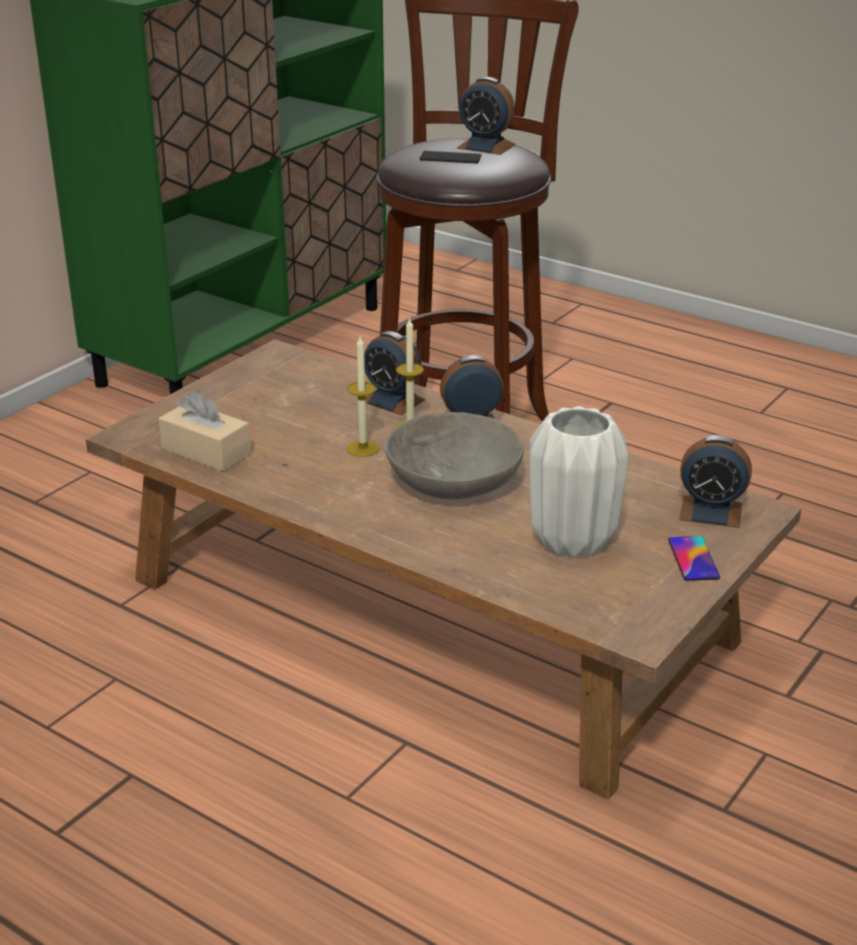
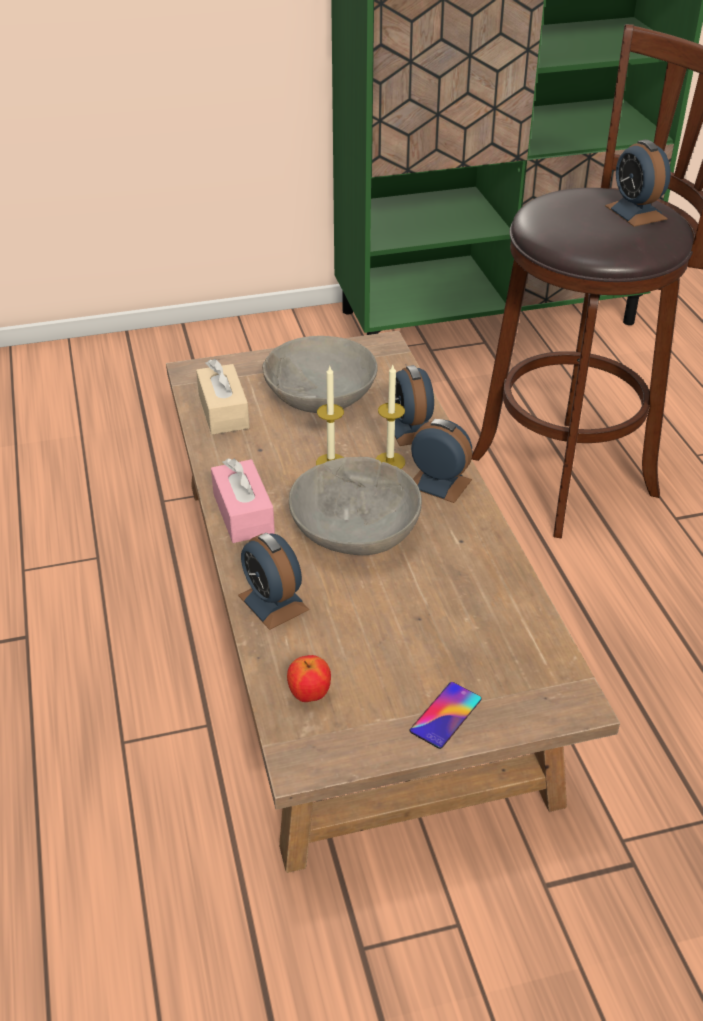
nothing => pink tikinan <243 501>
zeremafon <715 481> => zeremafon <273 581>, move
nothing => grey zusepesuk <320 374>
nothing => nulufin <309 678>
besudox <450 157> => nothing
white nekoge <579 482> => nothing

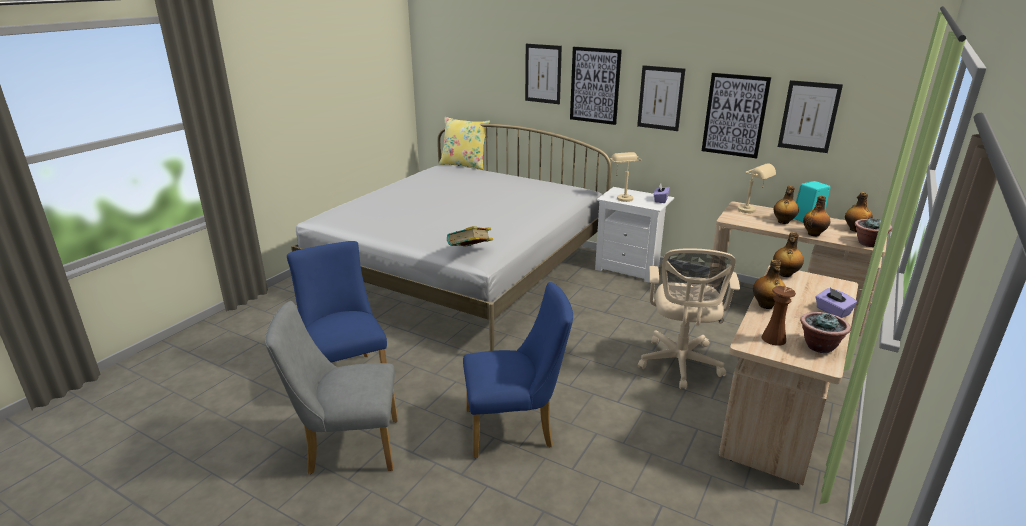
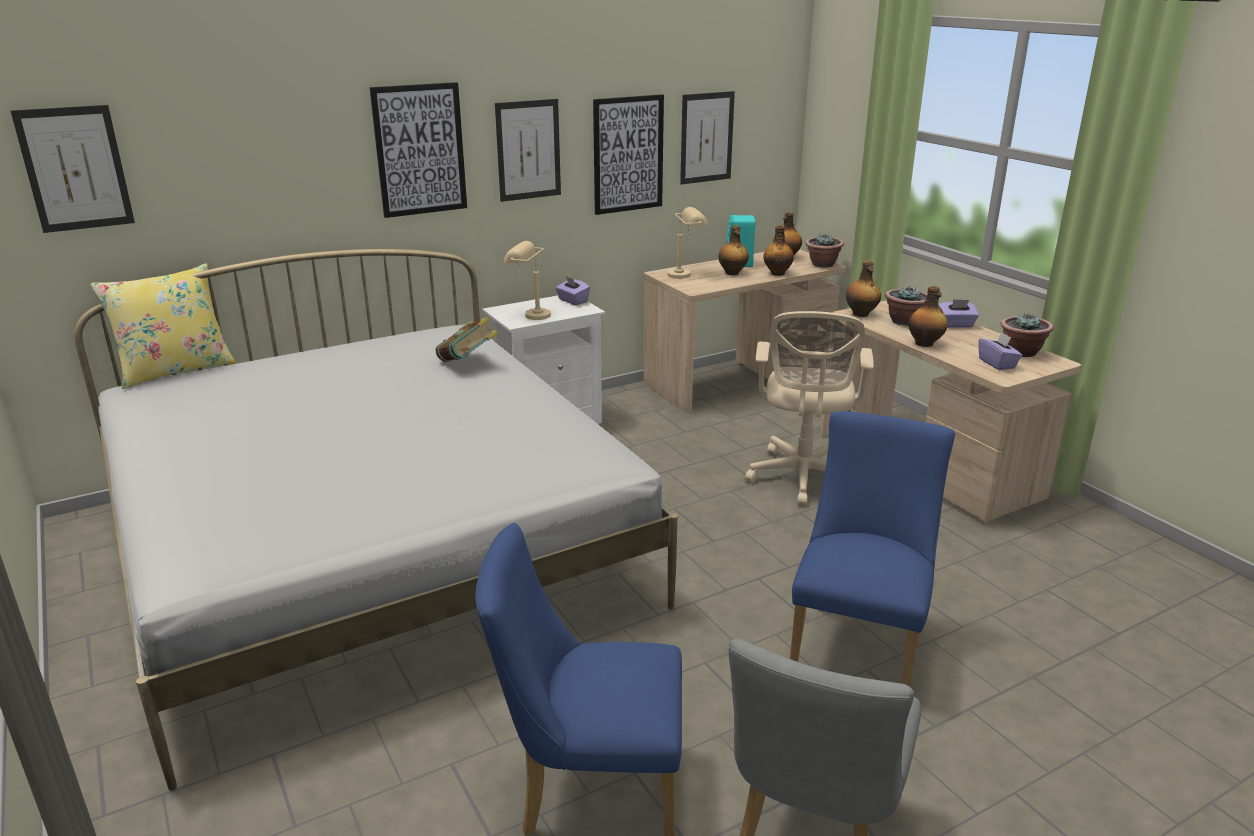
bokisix <543 74> => bokisix <73 169>, move
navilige <470 236> => navilige <466 339>, move
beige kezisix <689 319> => beige kezisix <809 408>, 60 degrees clockwise
nothing => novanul <906 305>
brown nekoge <778 316> => purple tikinan <1000 351>

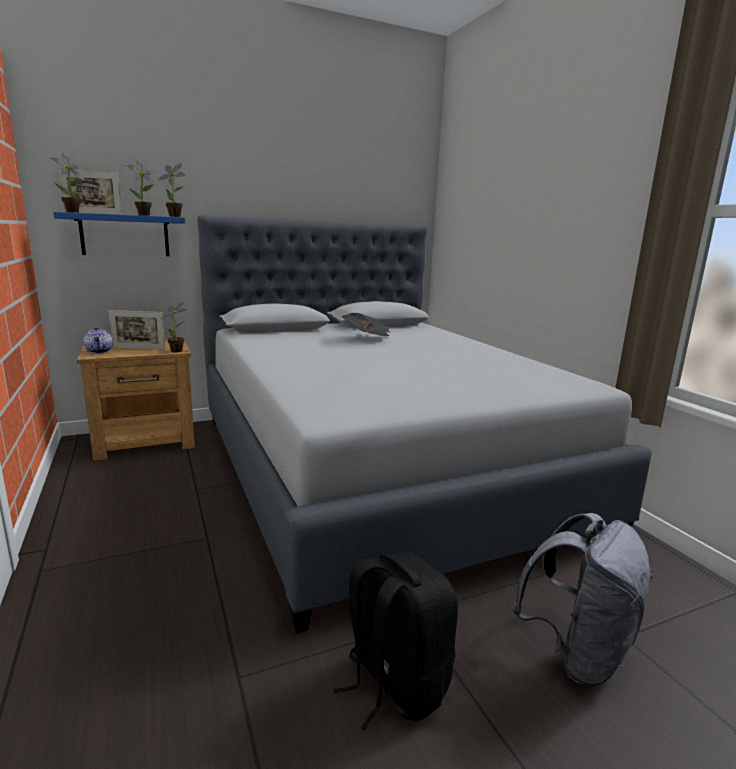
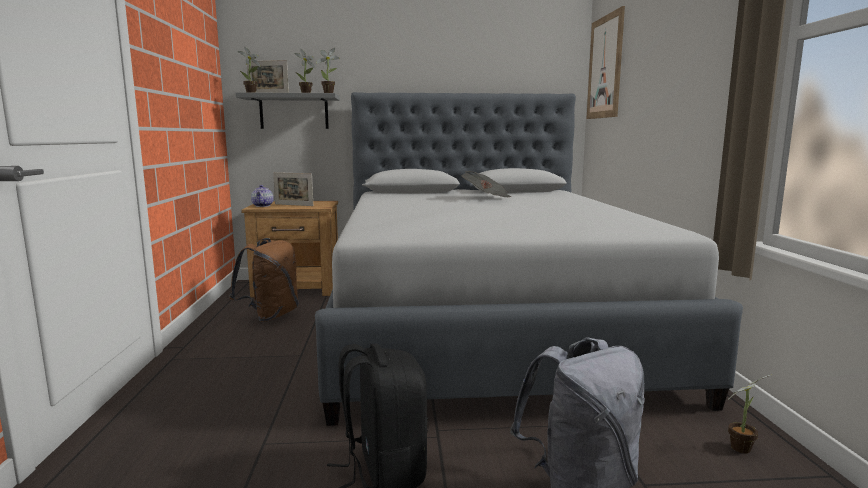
nothing => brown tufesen <264 280>
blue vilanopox <119 234> => grey vilanopox <288 110>
nothing => bokisix <606 62>
novanul <173 327> => novanul <749 414>, move

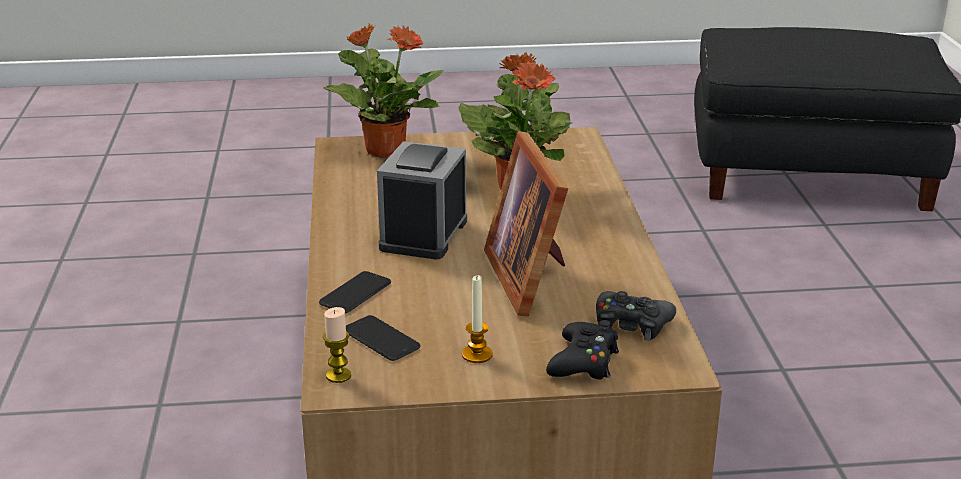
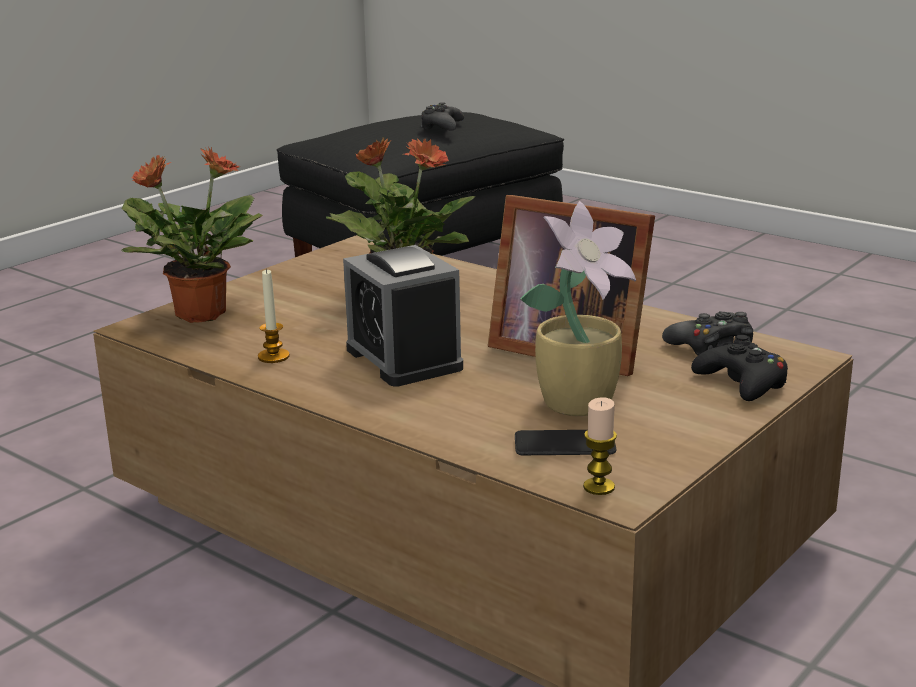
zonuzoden <477 319> => zonuzoden <274 315>, move
nothing => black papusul <442 116>
nothing => novanul <578 308>
besudox <355 292> => nothing

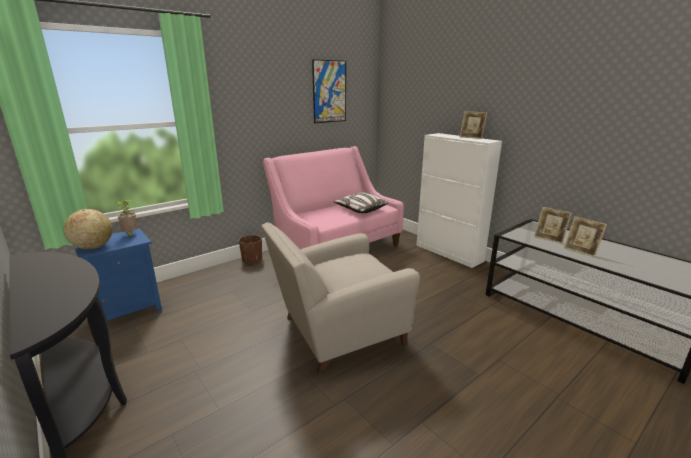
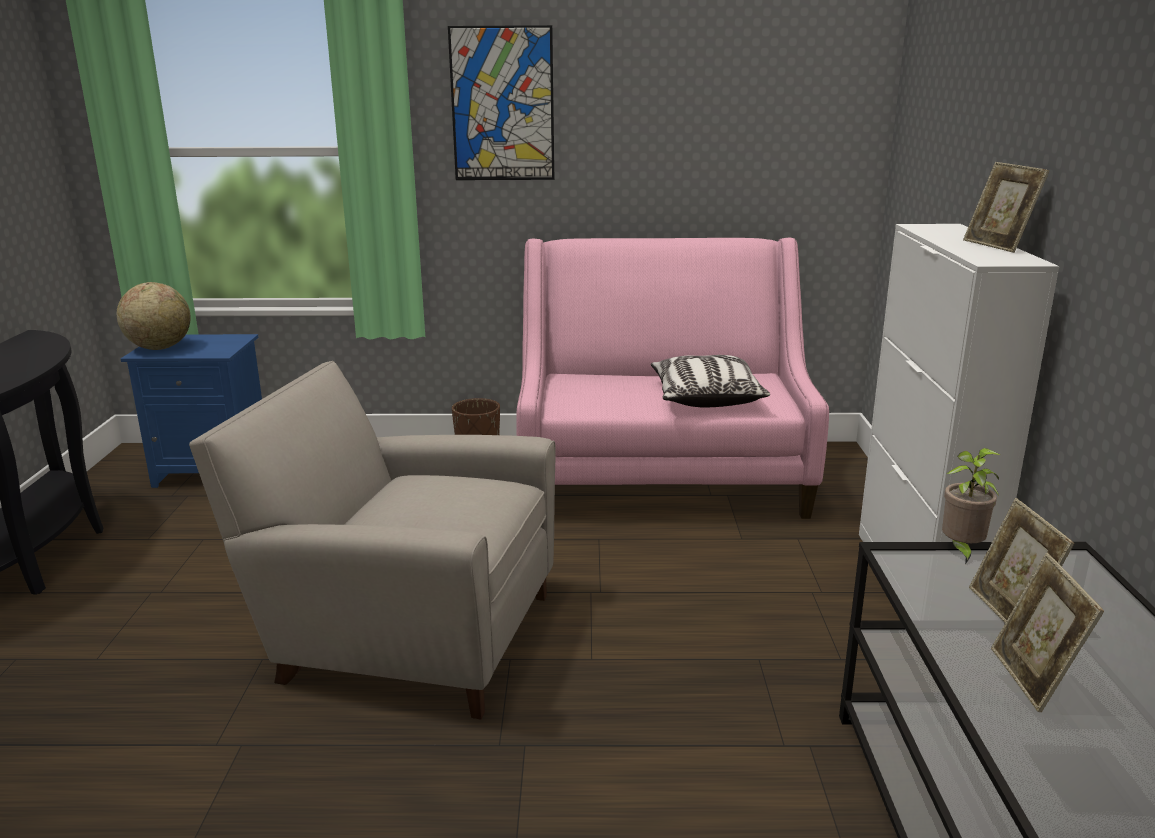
bokisix <329 91> => bokisix <501 102>, move
novanul <126 218> => novanul <971 506>, move

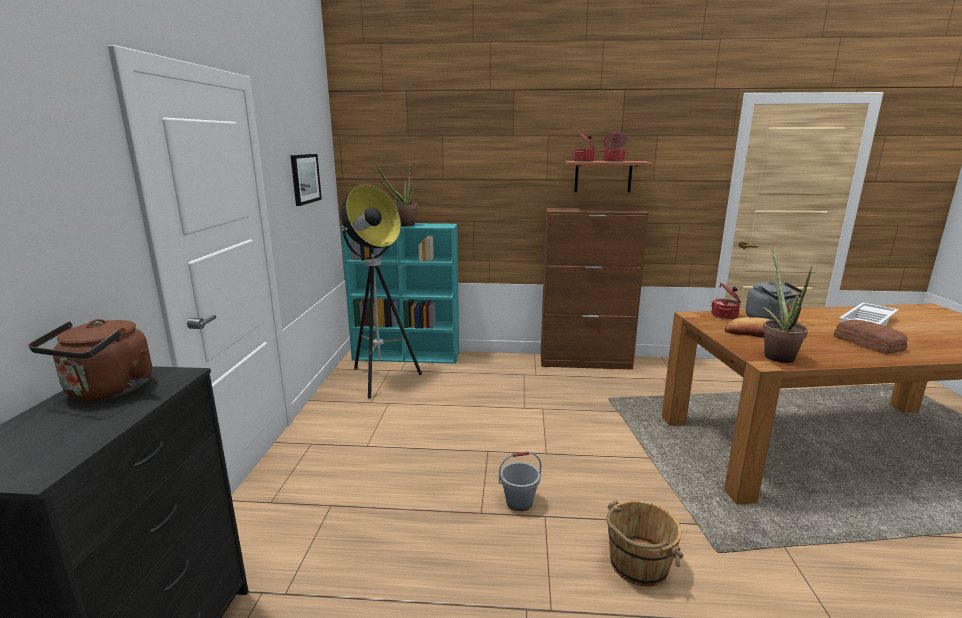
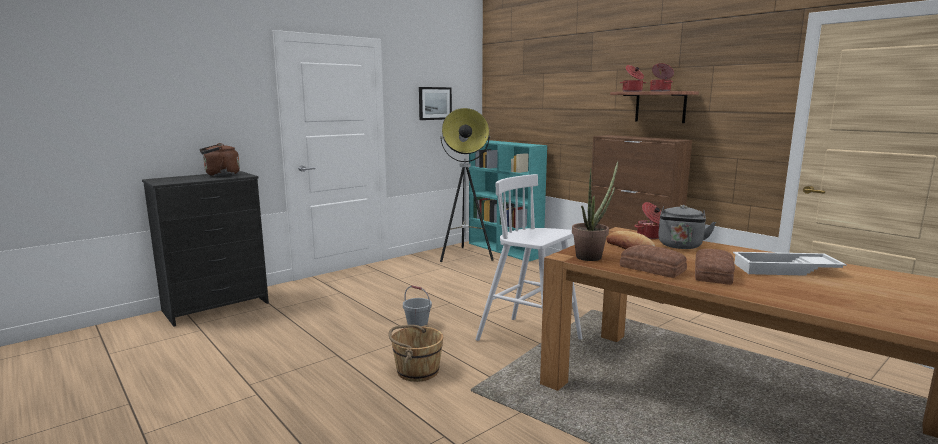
nothing => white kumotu <528 257>
nothing => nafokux <653 261>
novanul <396 194> => nothing

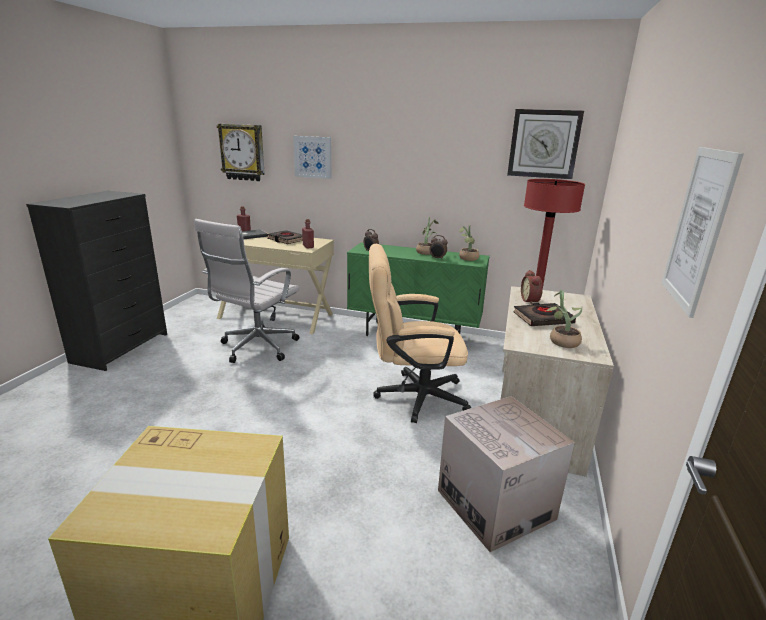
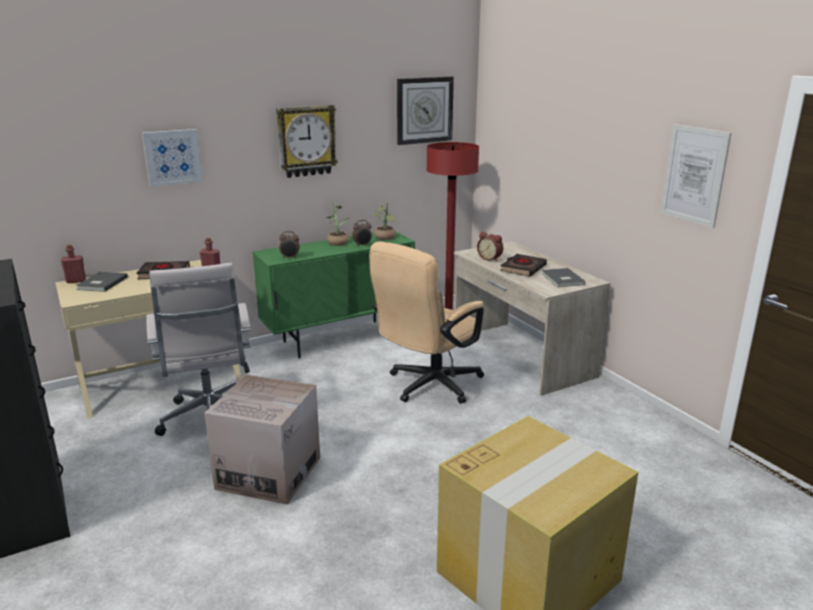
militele <506 474> => militele <262 440>, move
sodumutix <241 152> => sodumutix <307 141>, move
novanul <564 319> => grey navilige <563 277>

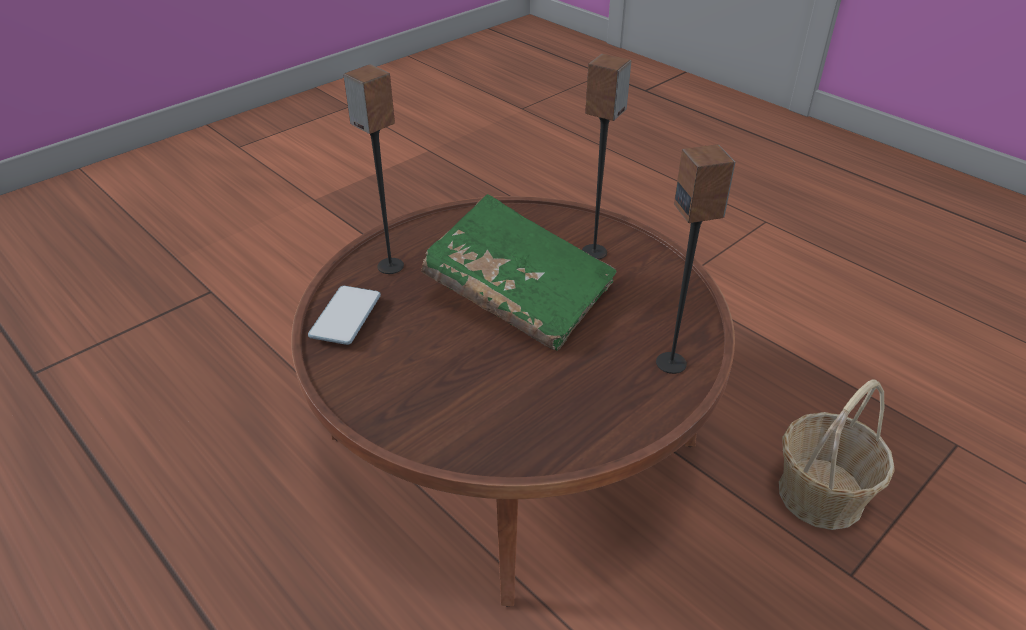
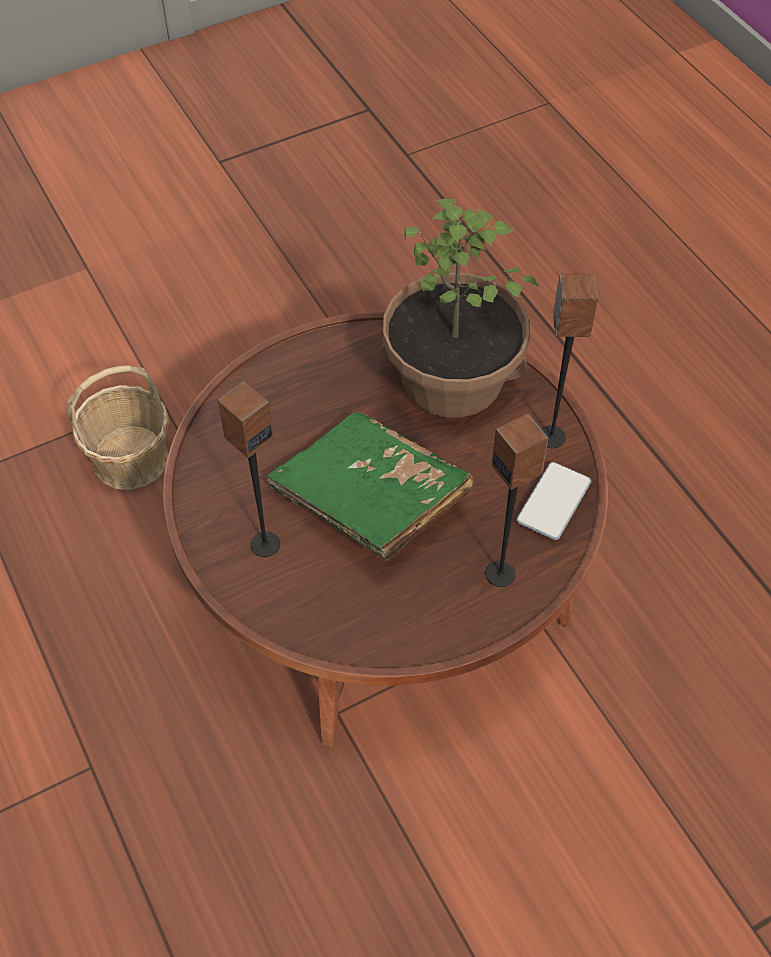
nothing => novanul <461 308>
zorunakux <695 259> => zorunakux <569 361>, move

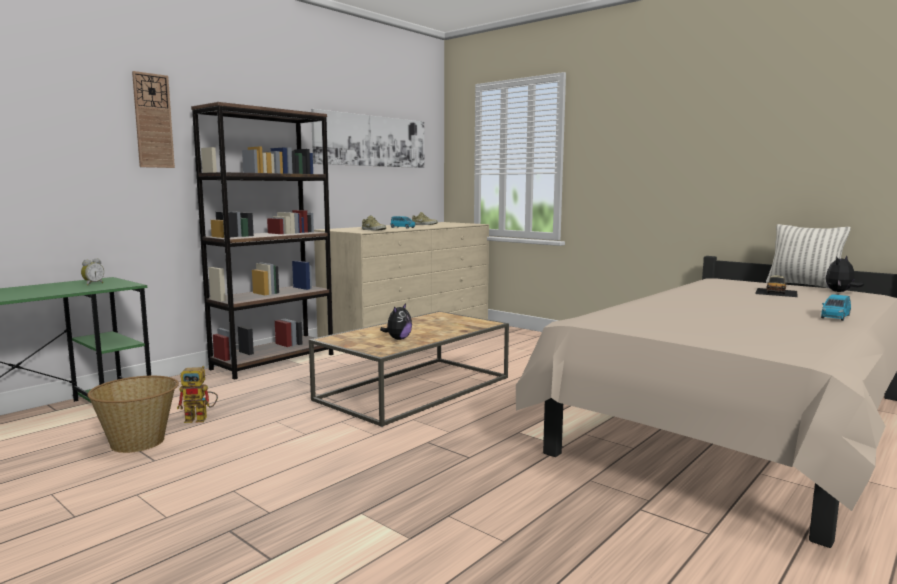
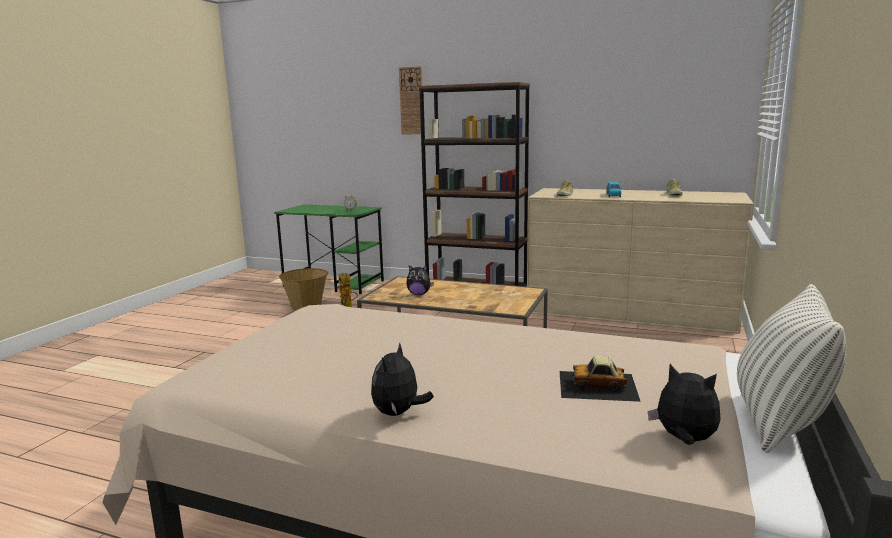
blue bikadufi <836 307> => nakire <402 379>
bokisix <368 138> => nothing

